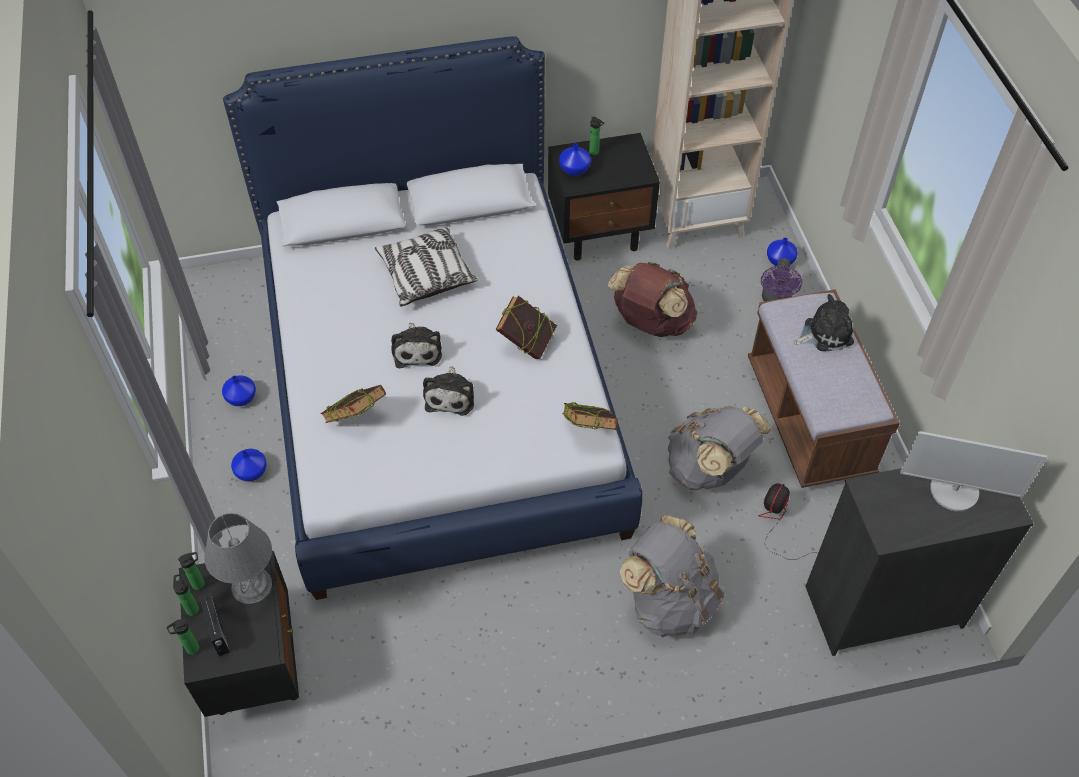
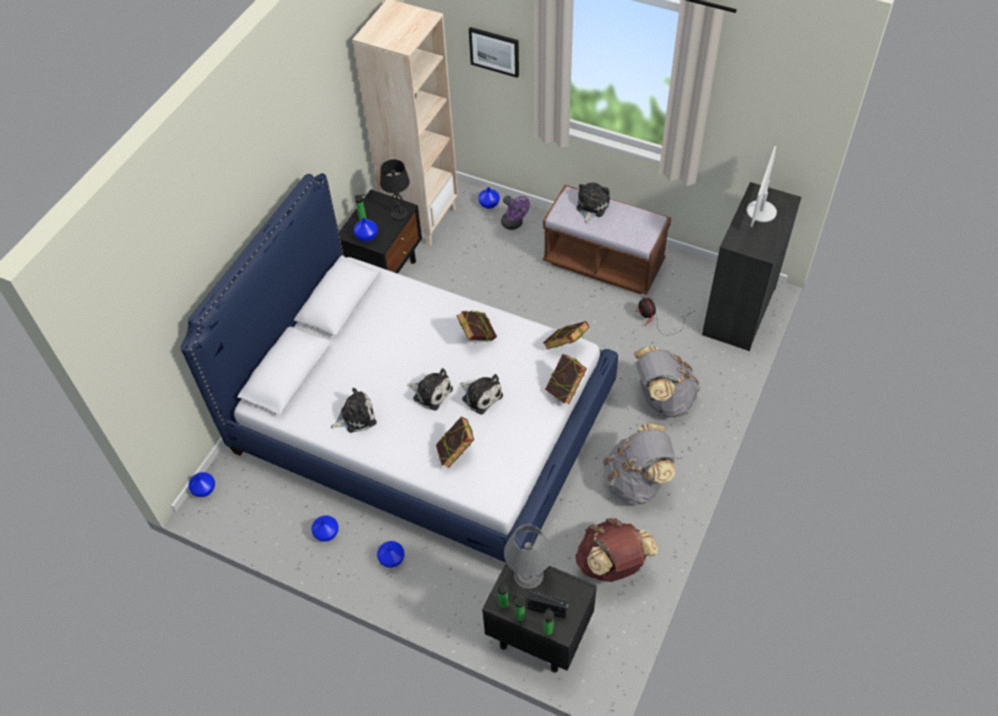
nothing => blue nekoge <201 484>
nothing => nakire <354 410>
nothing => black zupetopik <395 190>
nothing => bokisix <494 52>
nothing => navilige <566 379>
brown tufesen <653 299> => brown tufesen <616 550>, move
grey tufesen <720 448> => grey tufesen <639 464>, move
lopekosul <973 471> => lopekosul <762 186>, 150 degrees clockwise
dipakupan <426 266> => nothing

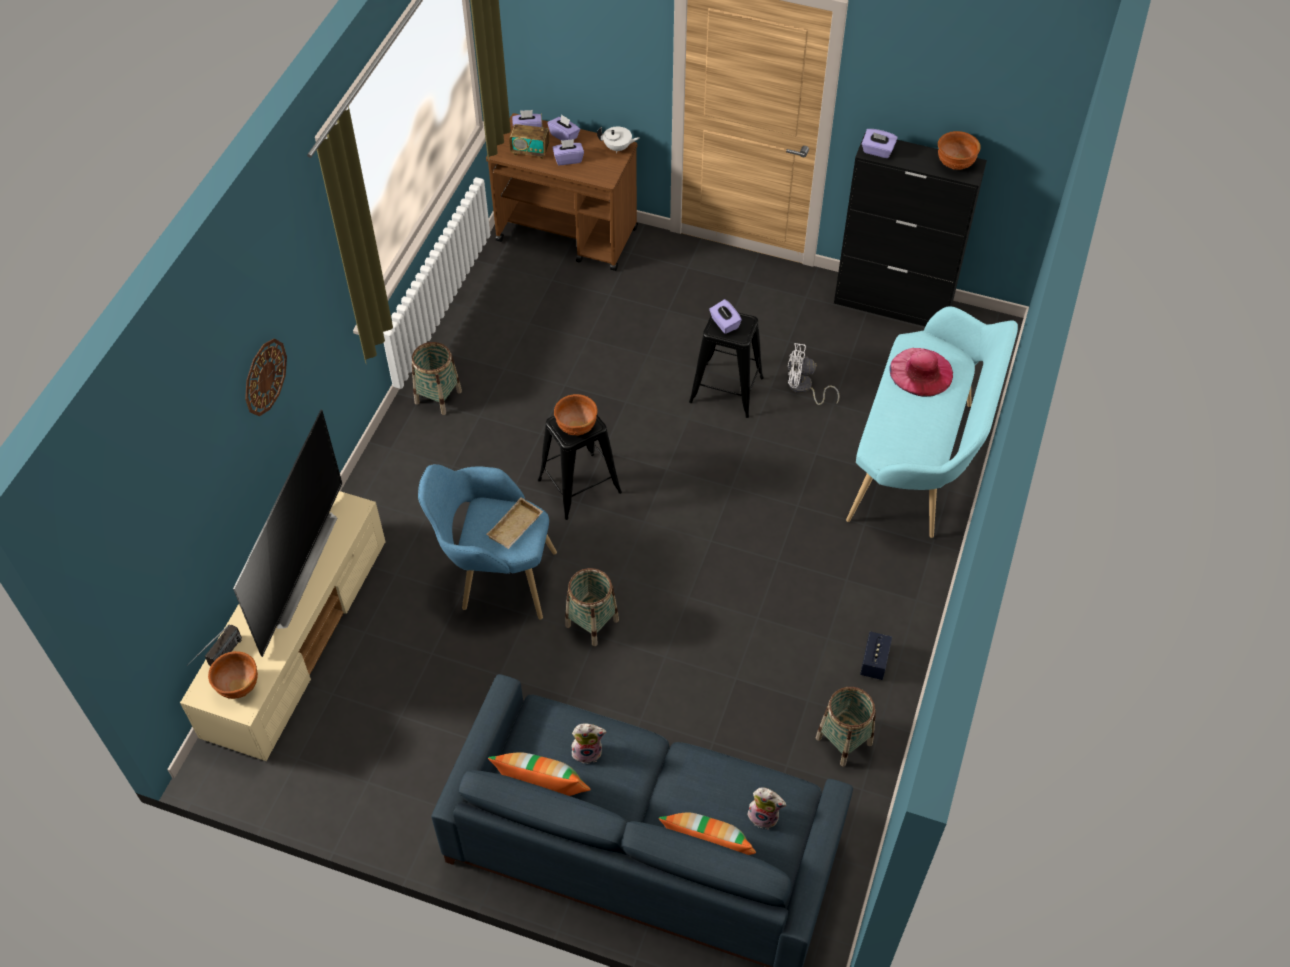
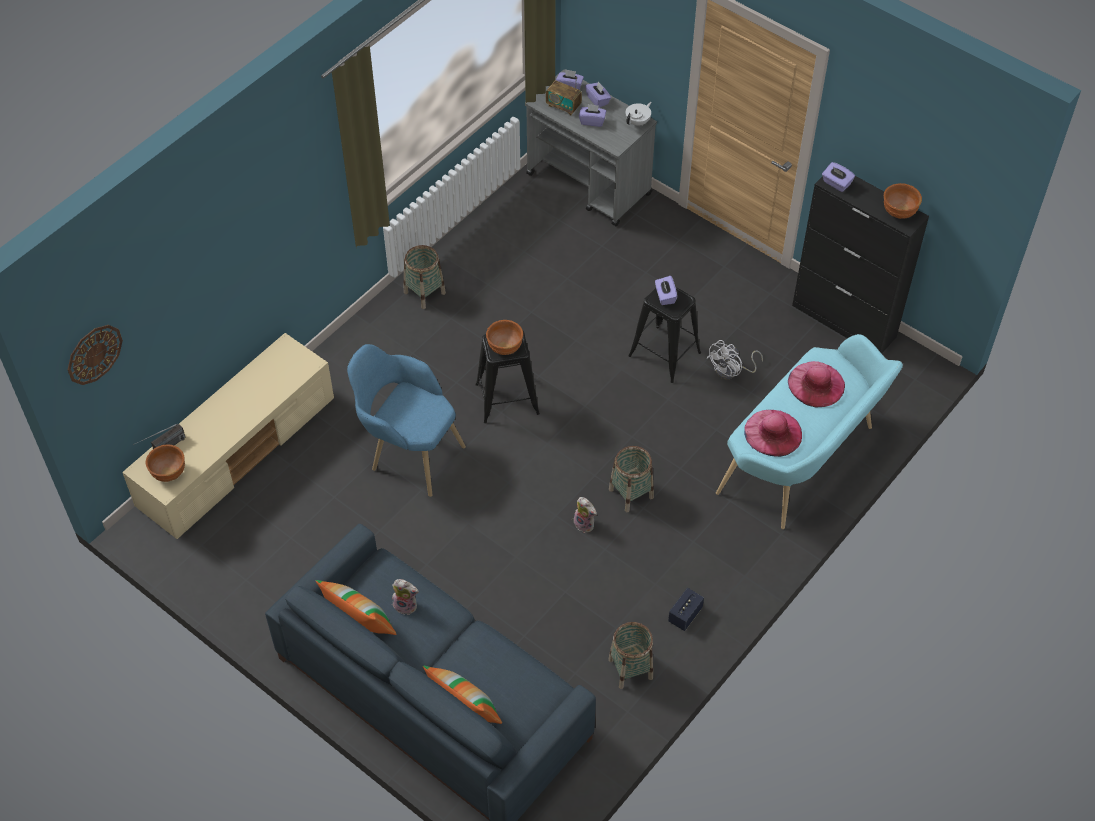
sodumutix <266 377> => sodumutix <95 355>, move
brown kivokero <562 192> => grey kivokero <591 148>
nakire <766 808> => nakire <585 515>, move
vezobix <592 607> => vezobix <631 479>, move
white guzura <618 140> => white guzura <638 114>, 75 degrees counterclockwise
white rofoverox <813 374> => white rofoverox <735 359>, 75 degrees counterclockwise
nothing => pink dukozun <773 433>
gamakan <288 533> => nothing
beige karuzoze <514 523> => nothing

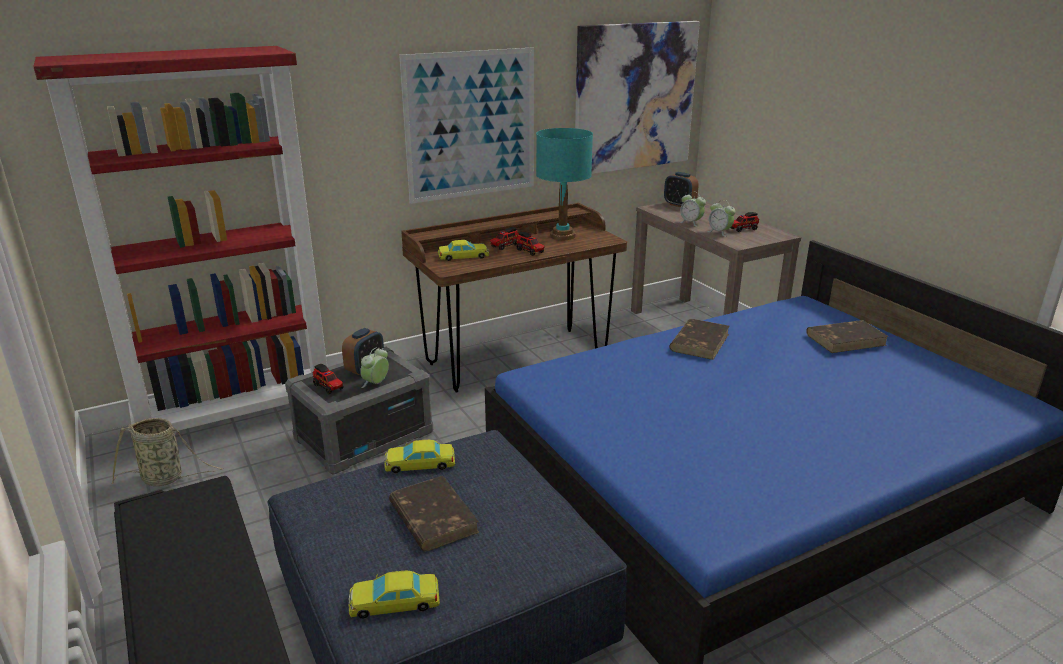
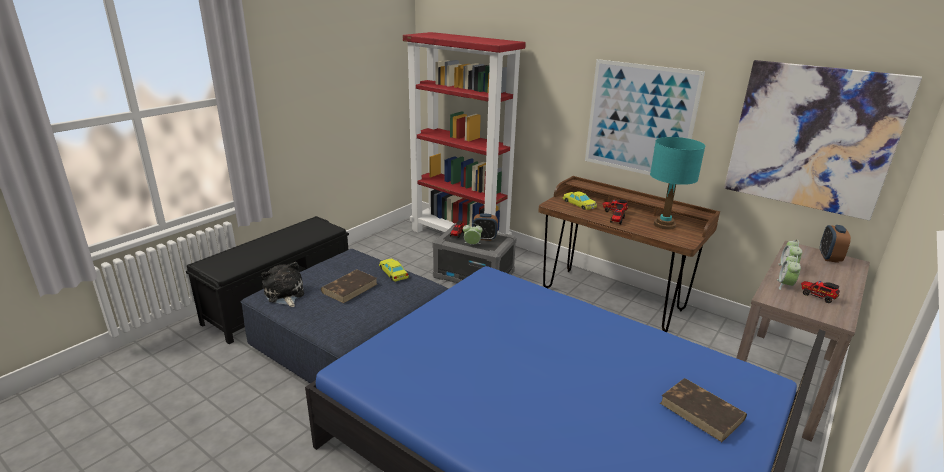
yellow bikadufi <394 595> => nakire <282 284>
vezobix <167 452> => nothing
brown navilige <699 339> => nothing

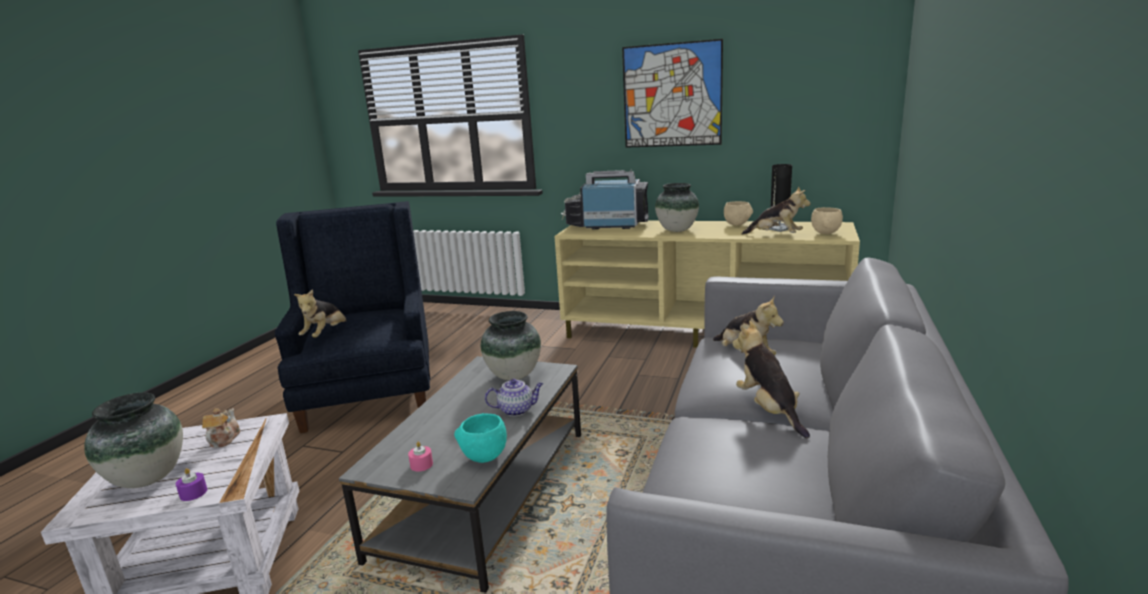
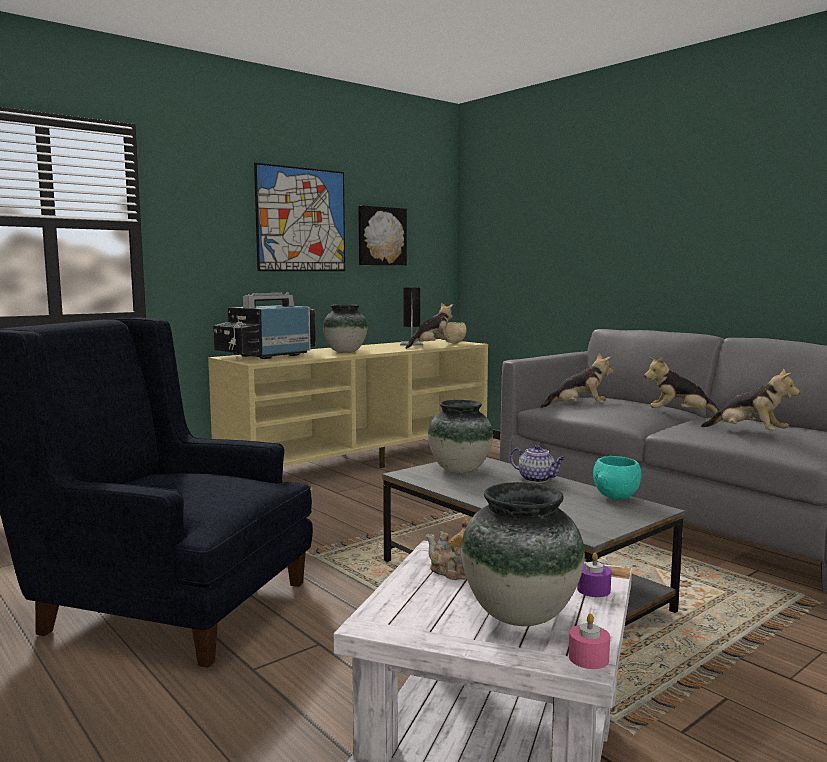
nothing => bokisix <382 235>
guzura <514 397> => guzura <537 463>, 105 degrees clockwise
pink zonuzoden <420 456> => pink zonuzoden <589 641>, move
nakire <320 313> => nakire <750 399>, move
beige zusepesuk <738 213> => nothing

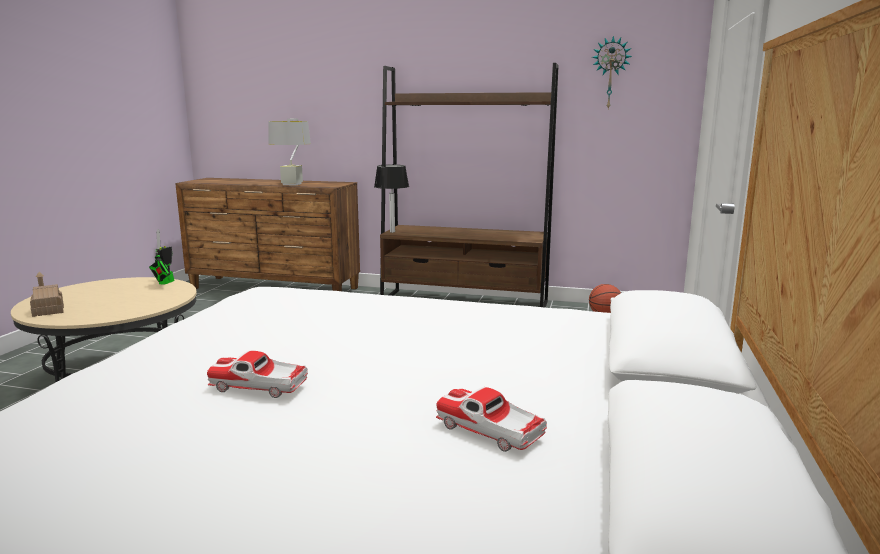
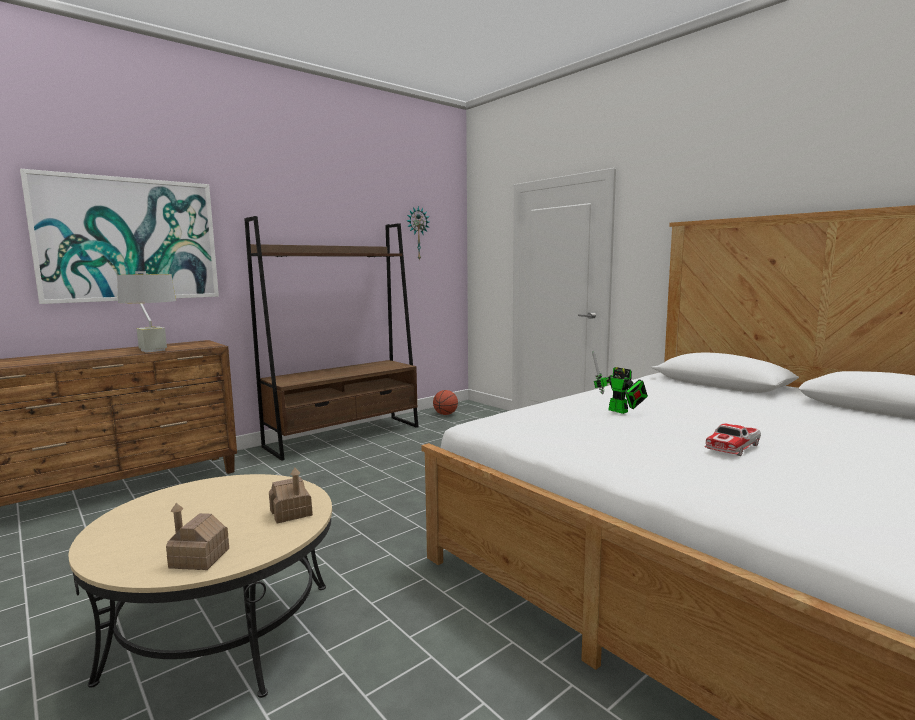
nothing => bokisix <119 236>
nothing => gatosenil <291 495>
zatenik <161 257> => zatenik <620 382>, move
zupetopik <391 199> => nothing
bikadufi <491 419> => nothing

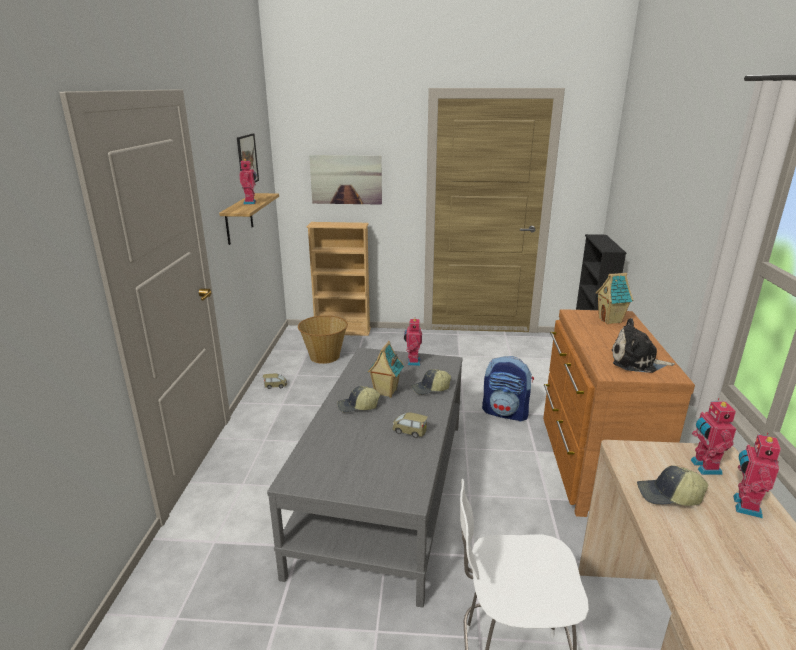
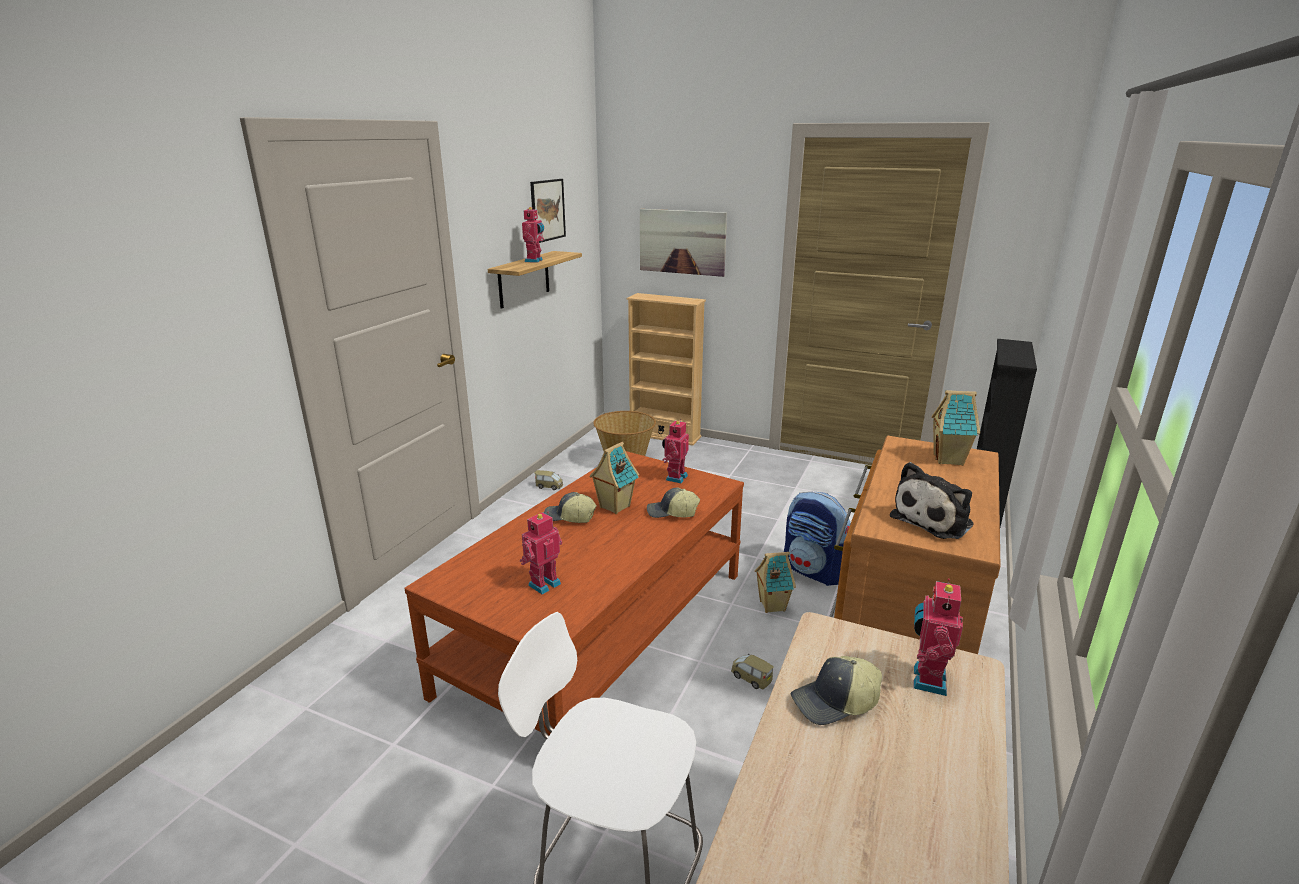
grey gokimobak <365 477> => brown gokimobak <574 593>
zatenik <757 475> => zatenik <541 553>, move
bikadufi <409 425> => bikadufi <752 671>, move
nothing => gatosenil <775 582>
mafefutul <672 485> => mafefutul <836 690>, 45 degrees counterclockwise
nakire <643 345> => nakire <931 500>, 75 degrees counterclockwise

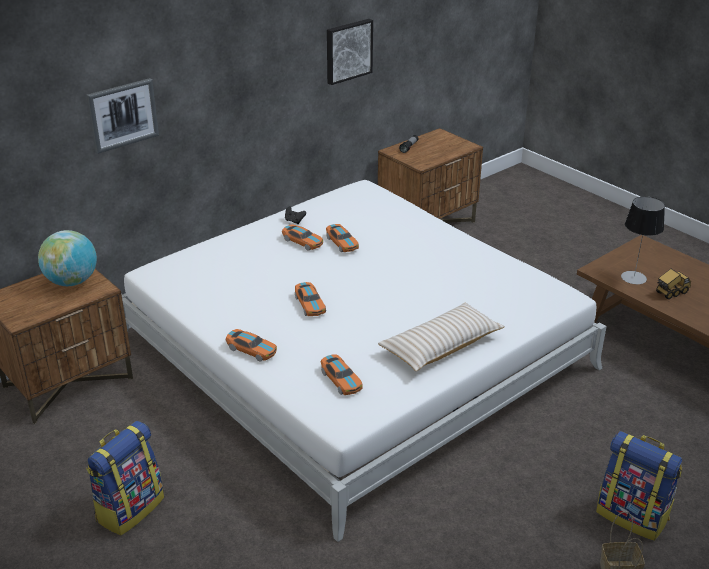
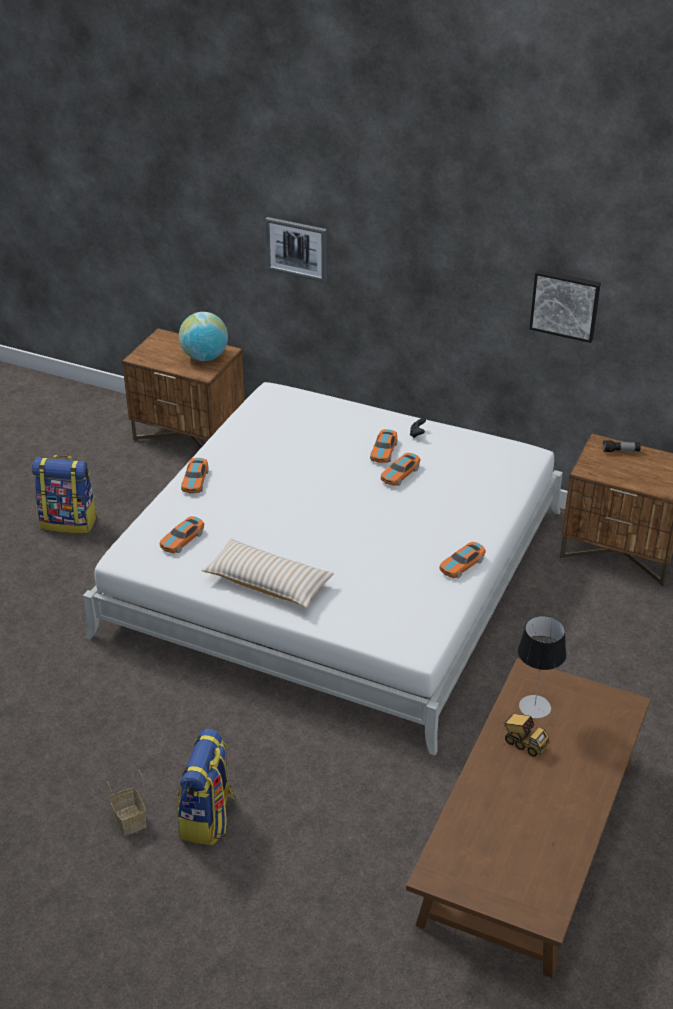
bikadufi <310 299> => bikadufi <463 560>, move

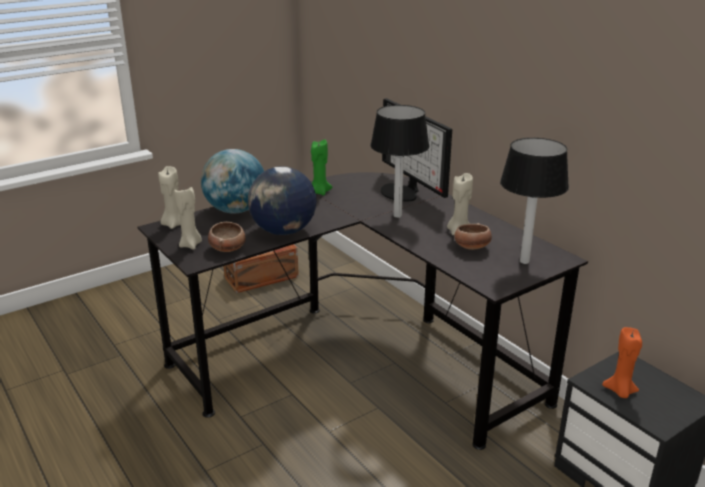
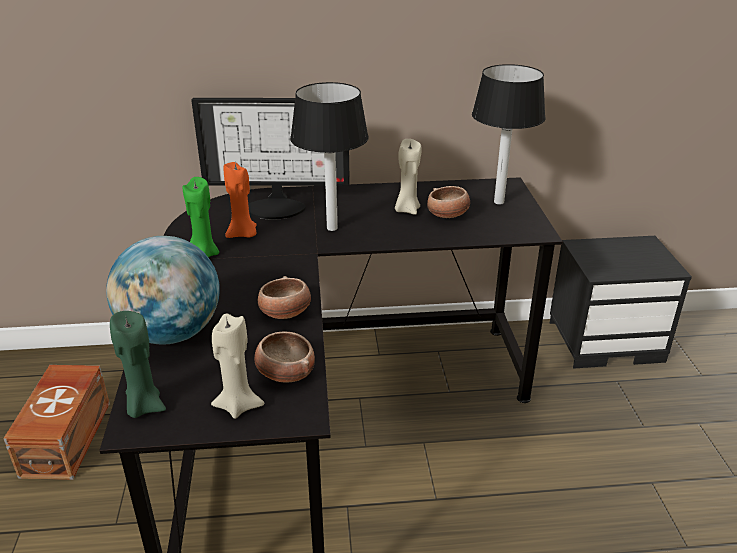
beige zonuzoden <169 197> => green zonuzoden <138 364>
orange zonuzoden <622 362> => orange zonuzoden <240 200>, move
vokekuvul <282 200> => zusepesuk <284 297>

